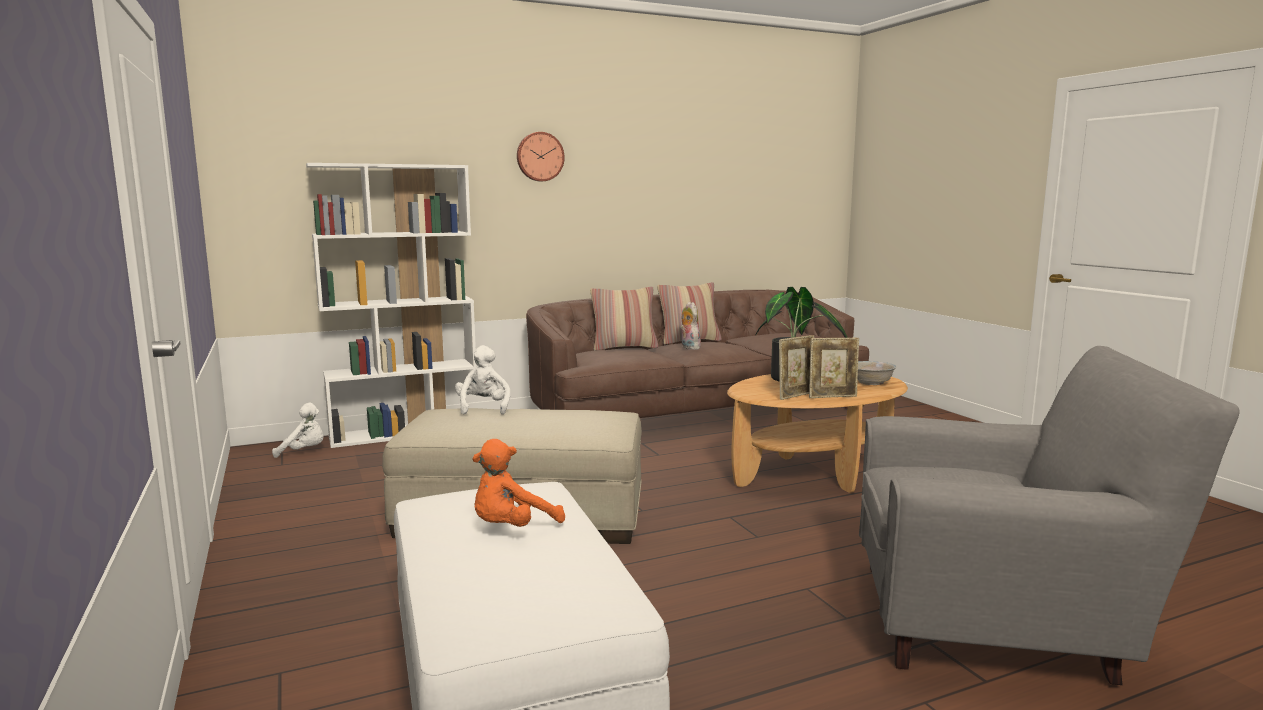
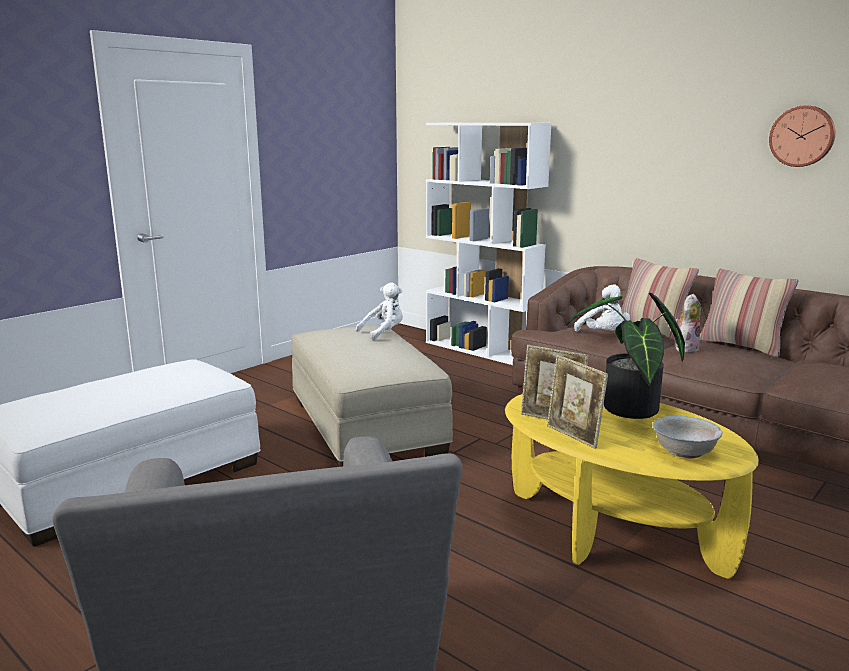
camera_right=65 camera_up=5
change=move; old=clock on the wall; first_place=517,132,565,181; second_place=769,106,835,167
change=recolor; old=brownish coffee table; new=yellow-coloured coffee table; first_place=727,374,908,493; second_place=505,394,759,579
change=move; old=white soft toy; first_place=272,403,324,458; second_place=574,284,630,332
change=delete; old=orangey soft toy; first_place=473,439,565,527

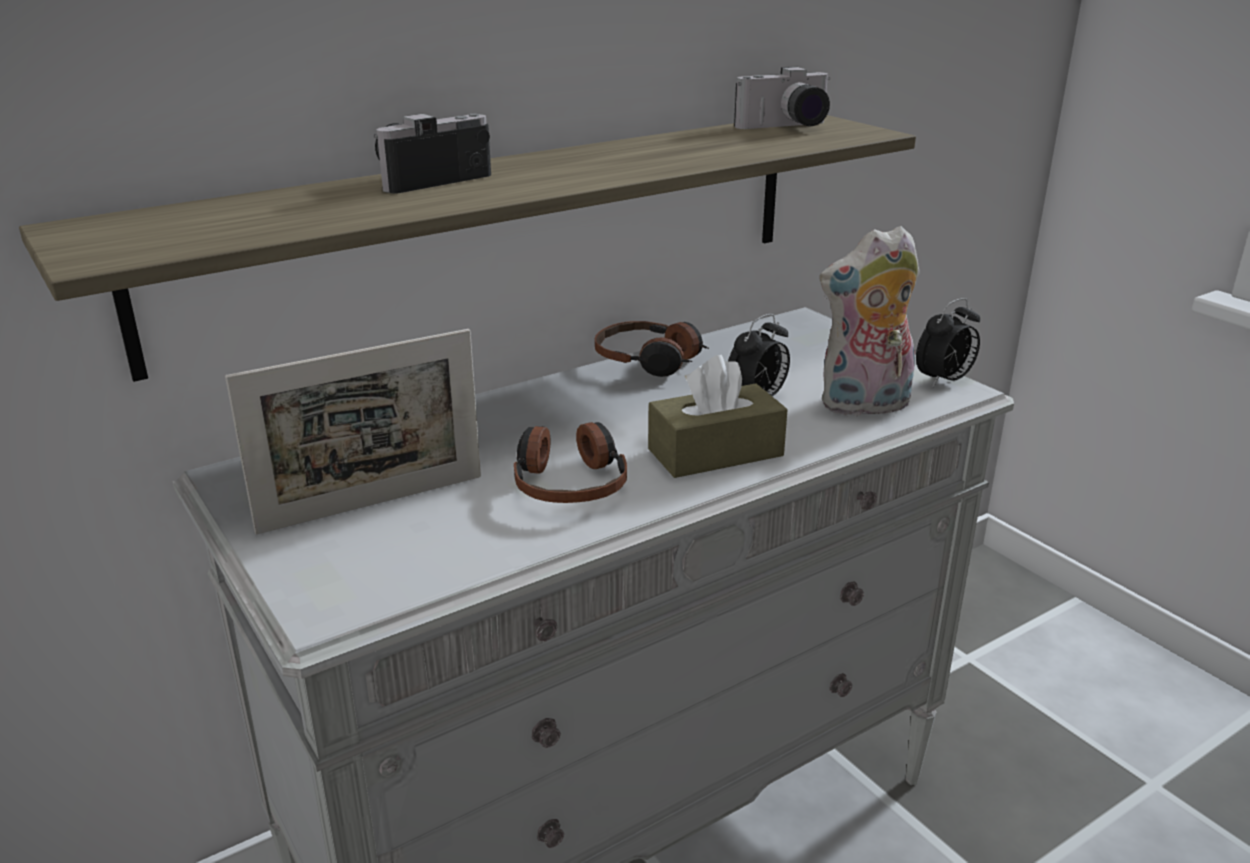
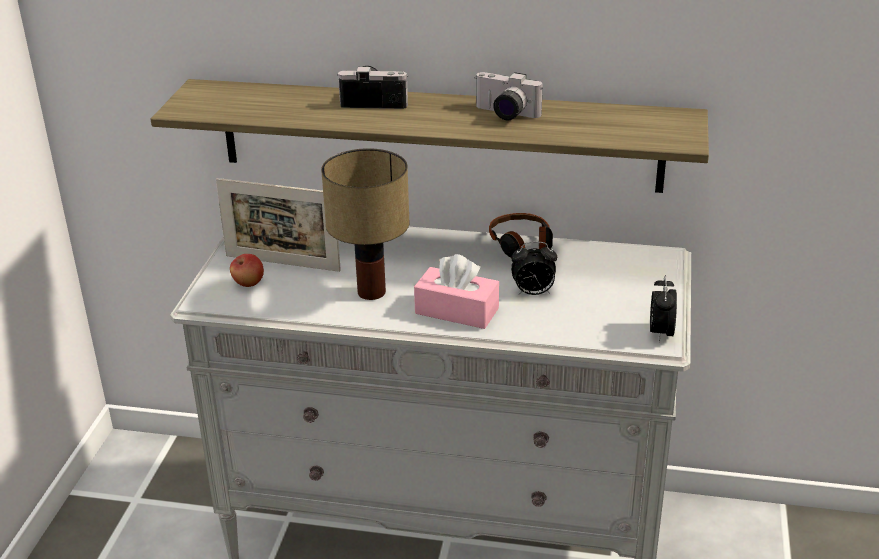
camera_right=45 camera_up=5
change=move; old=photo camera; first_place=734,67,830,129; second_place=475,72,543,120
change=delete; old=soft toy; first_place=819,226,919,417
change=rotate; old=table clock; first_place=916,298,980,388; second_place=650,275,677,342; degrees=90
change=recolor; old=brownish box of tissues; new=pink box of tissues; first_place=648,355,788,478; second_place=414,254,499,329
change=replace; old=headphones; new=tabletop lamp; first_place=514,422,627,503; second_place=321,148,410,300
change=insert; new=whole apple; second_place=230,254,264,287

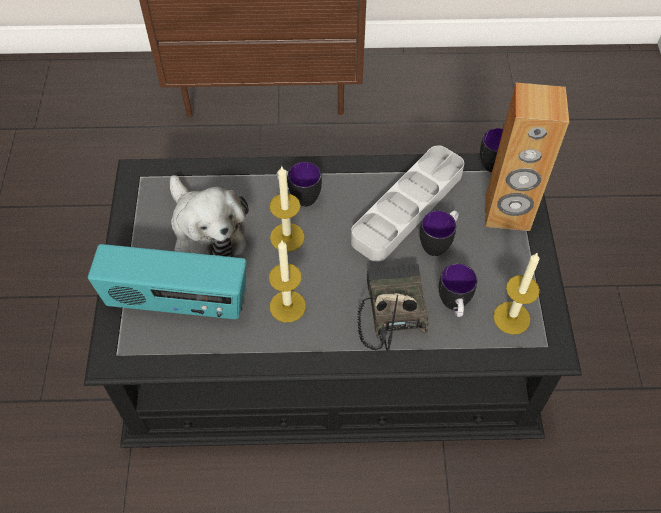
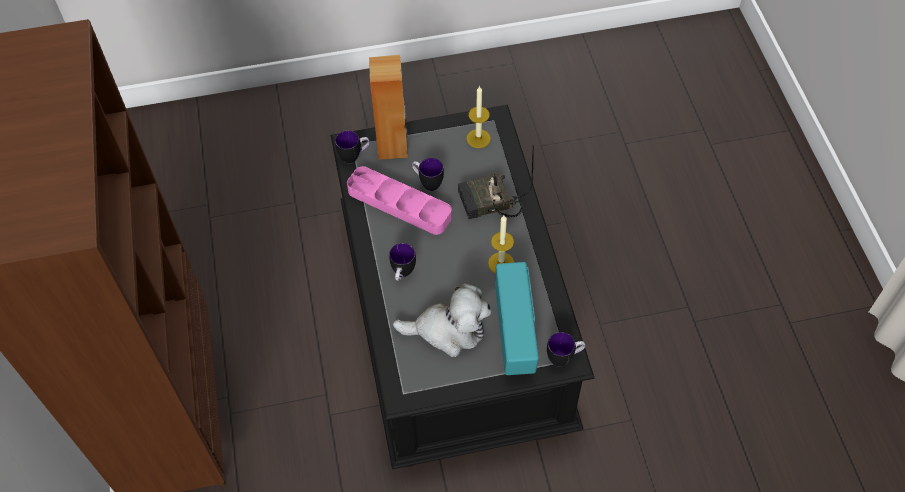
camera_right=-100 camera_up=0
change=recolor; old=gray serving tray; new=pink serving tray; first_place=351,145,464,262; second_place=347,166,452,235
change=delete; old=candle; first_place=269,167,305,252
change=rotate; old=soft toy; first_place=170,175,249,257; second_place=393,283,491,357; degrees=45
change=move; old=coffee mug; first_place=439,264,477,317; second_place=547,332,585,366

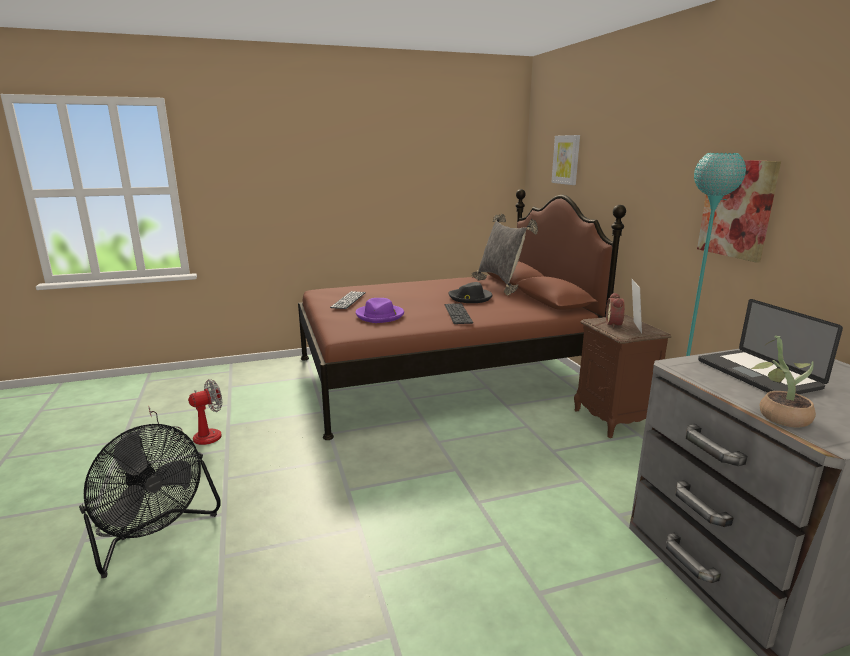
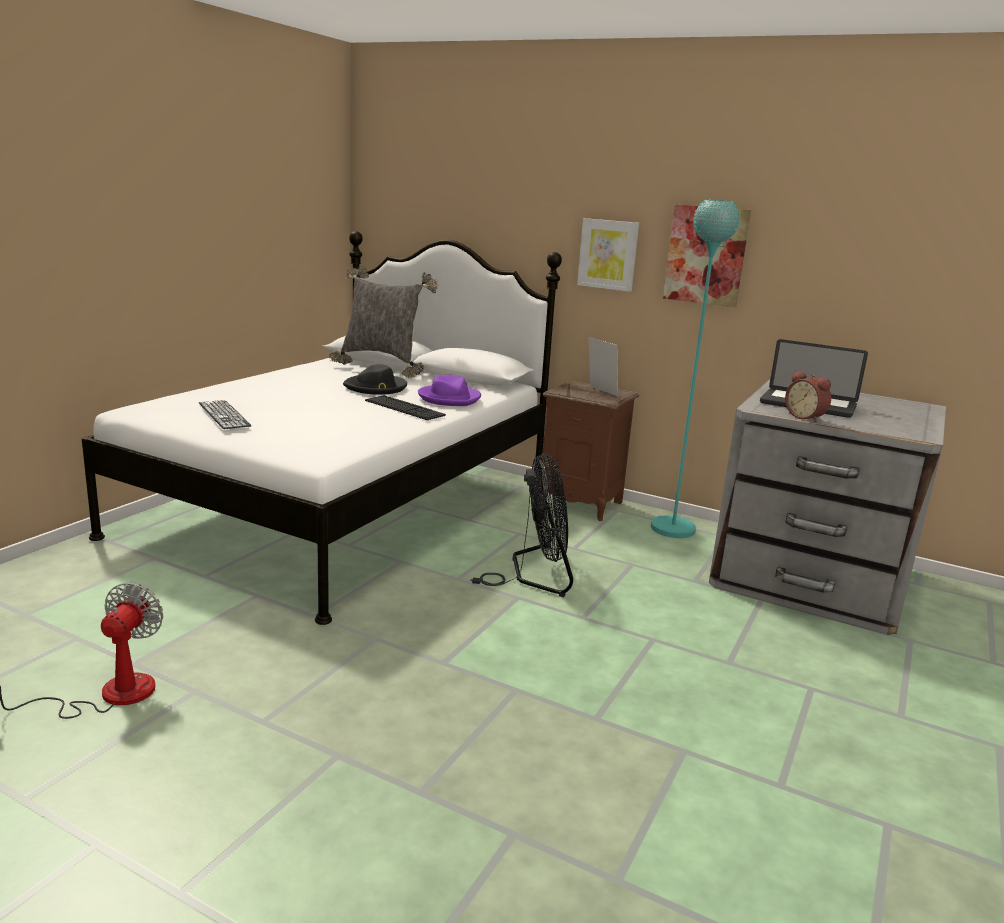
camera_right=-45 camera_up=0
change=move; old=wall art; first_place=551,135,580,185; second_place=577,218,639,292
change=recolor; old=brownish sleeping bed; new=white sleeping bed; first_place=298,189,626,440; second_place=81,231,562,625
change=move; old=table clock; first_place=606,293,625,328; second_place=785,371,831,422
change=move; old=purplish hat; first_place=356,298,404,323; second_place=418,375,481,406
change=delete; old=plant in a pot; first_place=751,335,816,427
change=move; old=black cooling fan; first_place=79,424,221,578; second_place=470,453,573,598

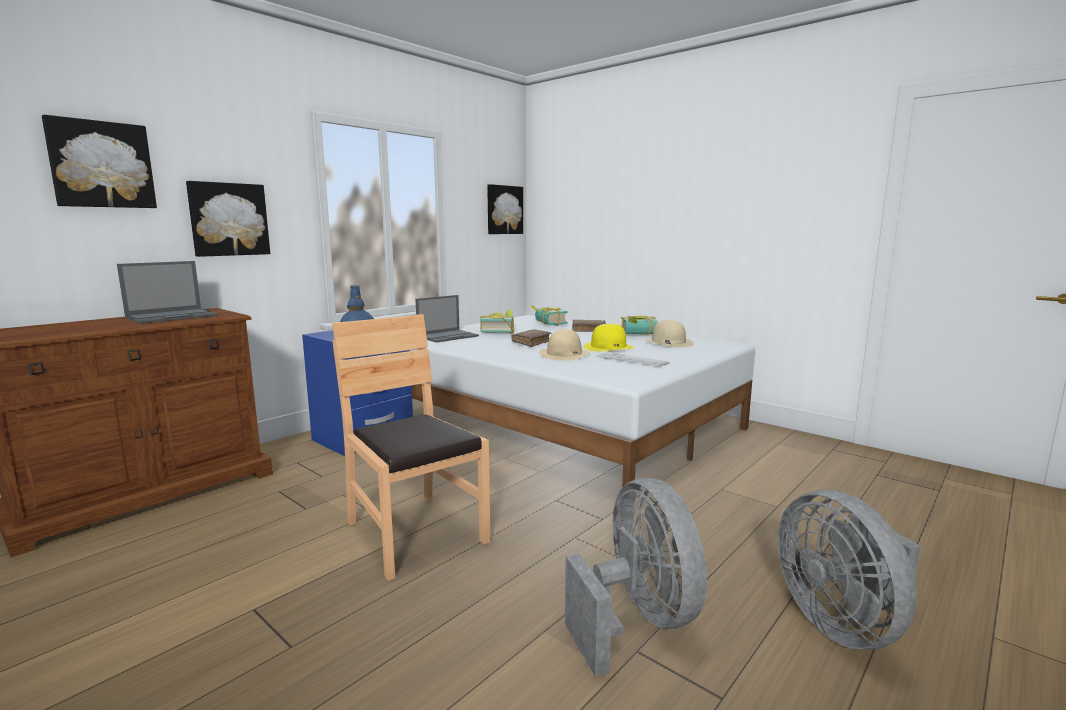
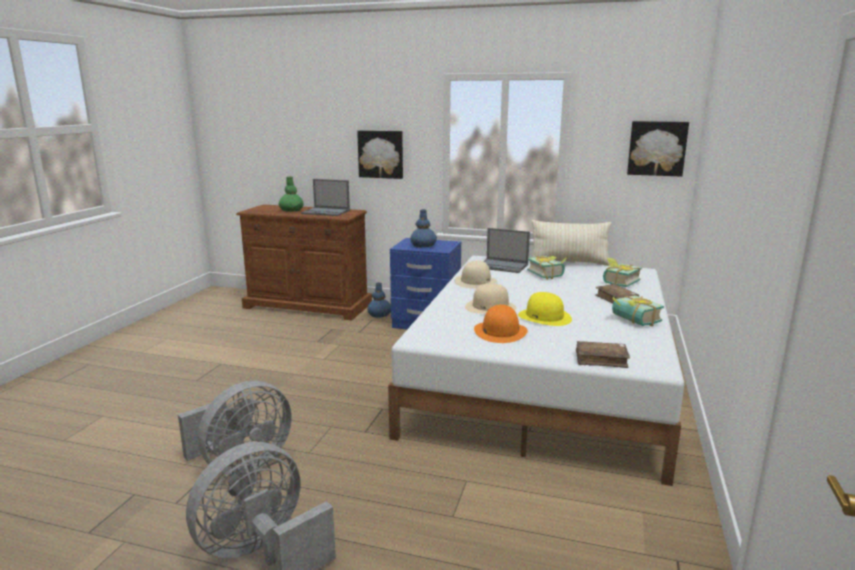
camera_right=65 camera_up=5
change=delete; old=wall art; first_place=42,115,157,208
change=delete; old=brownish chair; first_place=332,314,491,581
change=move; old=beige-coloured hat; first_place=645,320,694,348; second_place=455,261,497,288
change=move; old=brownish book; first_place=511,329,552,347; second_place=576,341,630,368
change=replace; old=computer keyboard; new=orangey hat; first_place=596,352,670,367; second_place=474,304,528,343
change=insert; new=greenish flower vase; second_place=278,177,304,212
change=insert; new=beige-coloured throw pillow; second_place=532,220,612,266
change=insert; new=bluish flower vase; second_place=367,283,391,318

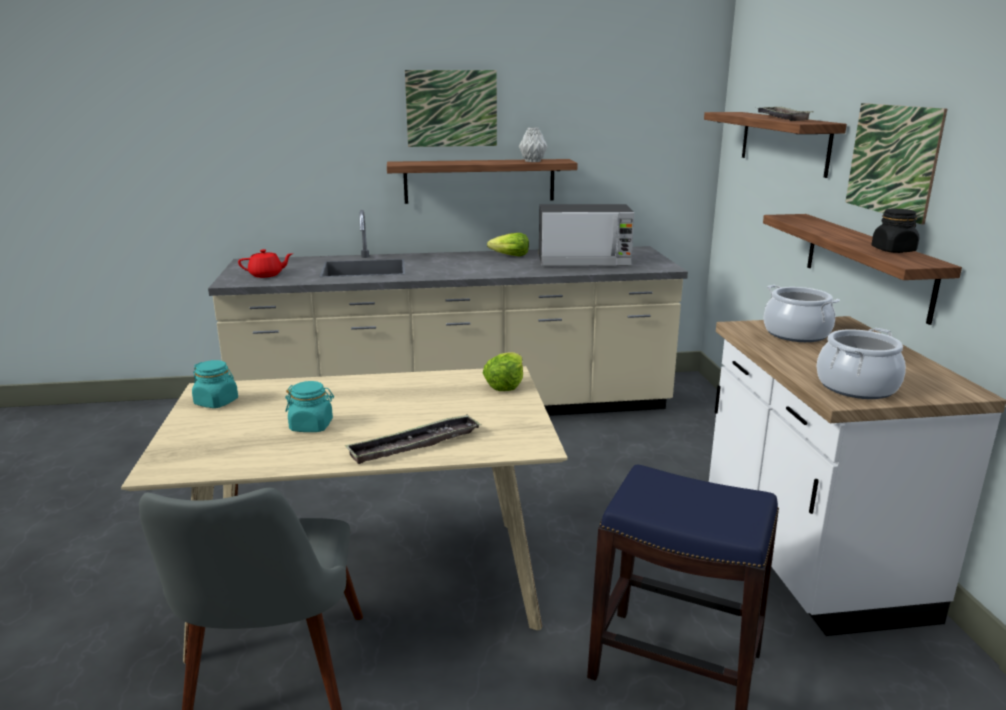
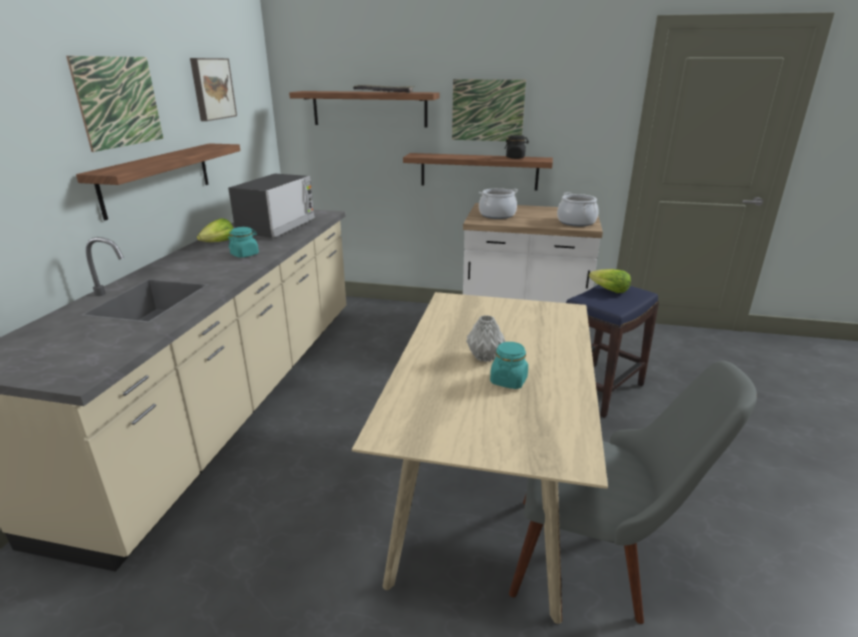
camera_right=-70 camera_up=5
change=move; old=gray flower vase; first_place=519,127,548,162; second_place=466,315,506,362
change=delete; old=red teapot; first_place=238,249,293,278
change=move; old=head of lettuce; first_place=483,352,523,391; second_place=589,269,631,293
change=move; old=blue-green jar; first_place=192,360,238,408; second_place=228,227,259,258
change=delete; old=serving tray; first_place=345,414,482,464
change=insert; new=wall art; second_place=190,58,237,121

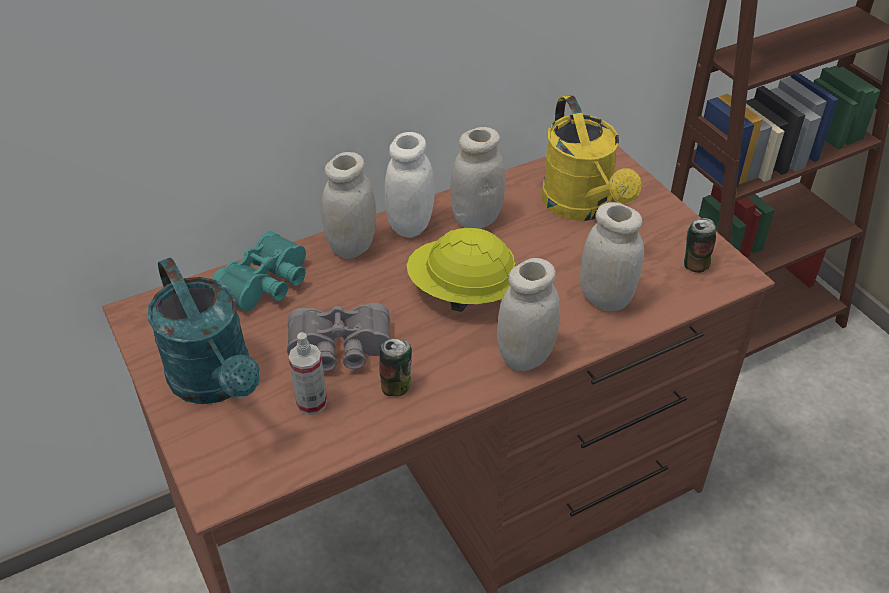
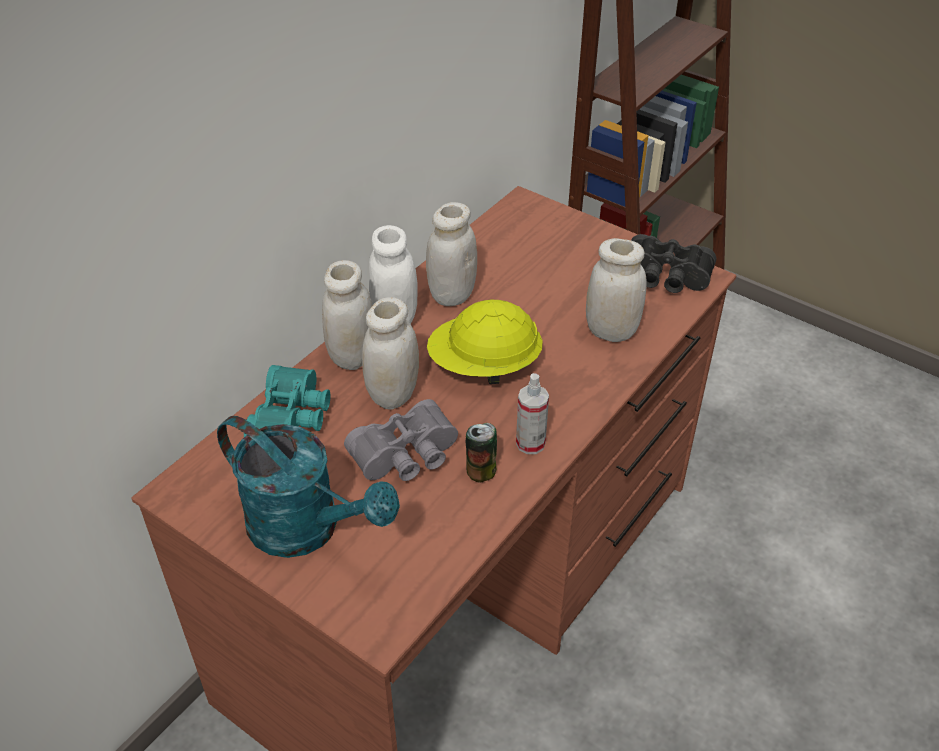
camera_right=-25 camera_up=0
change=delete; old=yellow-coloured watering pot; first_place=542,95,642,221
change=replace; old=metal can; new=black binoculars; first_place=684,218,716,273; second_place=631,234,716,293
change=move; old=white jar; first_place=497,258,560,371; second_place=362,297,419,410
change=move; old=sprayer; first_place=288,332,327,415; second_place=516,373,549,454

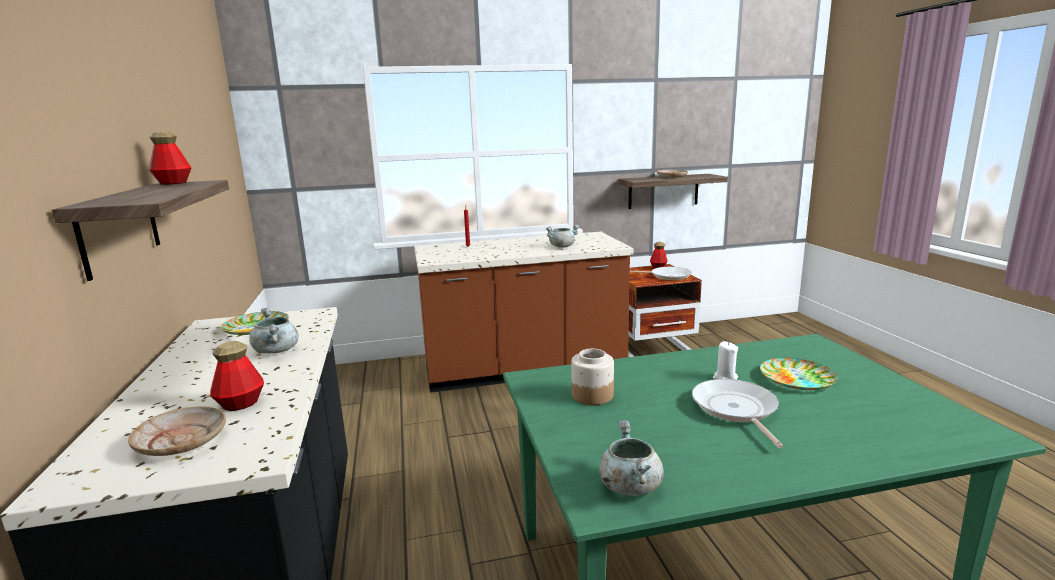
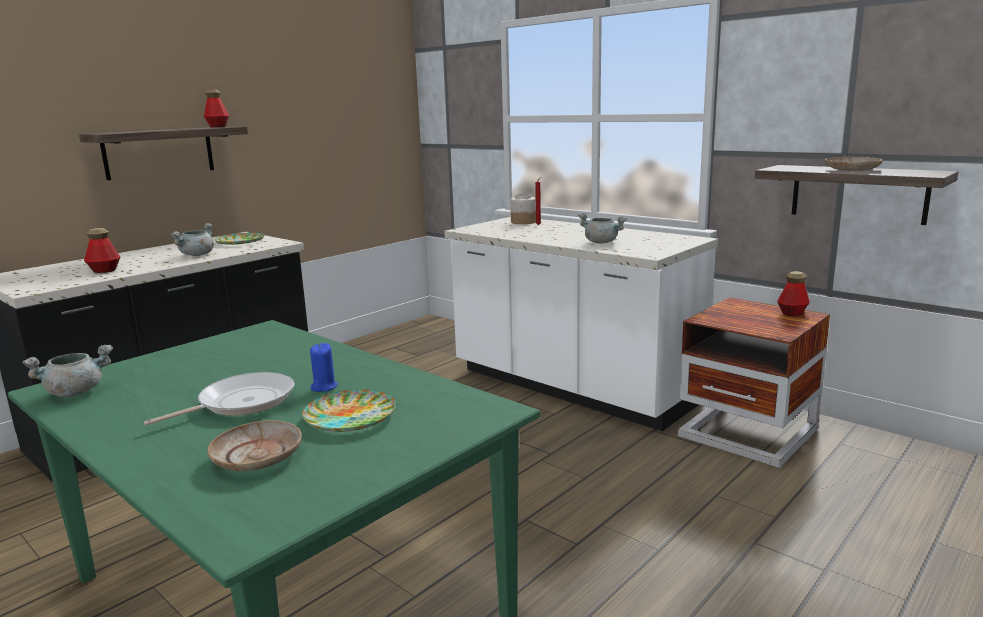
camera_right=55 camera_up=0
change=recolor; old=brownish counter; new=white counter; first_place=414,232,633,393; second_place=444,217,718,431
change=delete; old=frying pan; first_place=630,267,692,281
change=recolor; old=white candle; new=bluish candle; first_place=713,341,738,380; second_place=310,343,338,392
change=move; old=jar; first_place=571,349,614,405; second_place=510,194,536,224
change=move; old=beige-coloured flat dish; first_place=128,406,226,456; second_place=207,420,302,471

